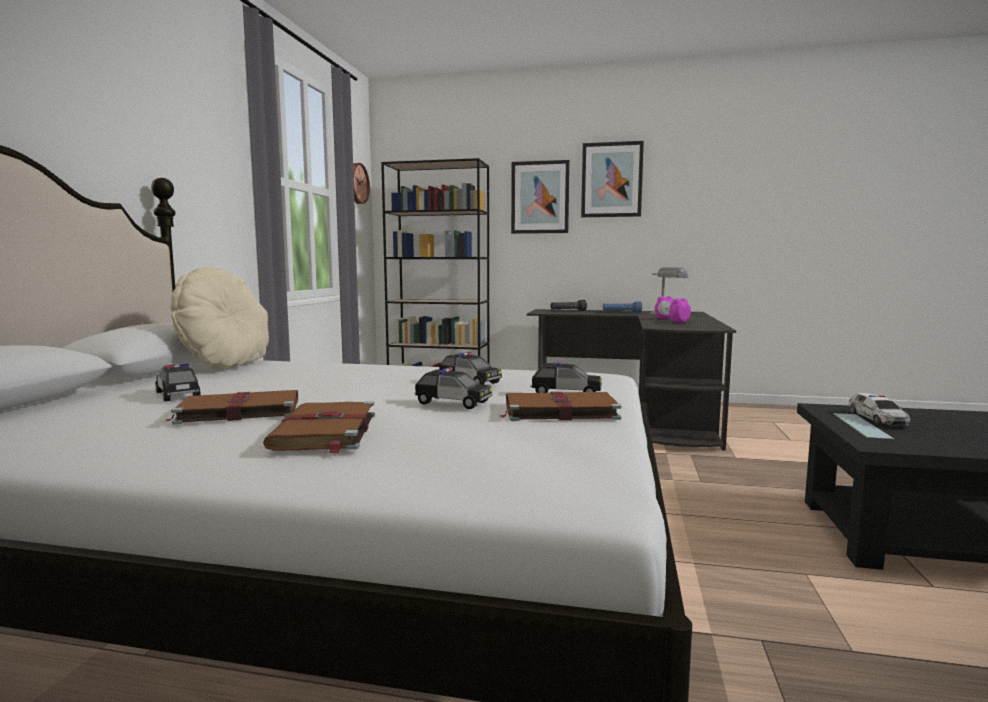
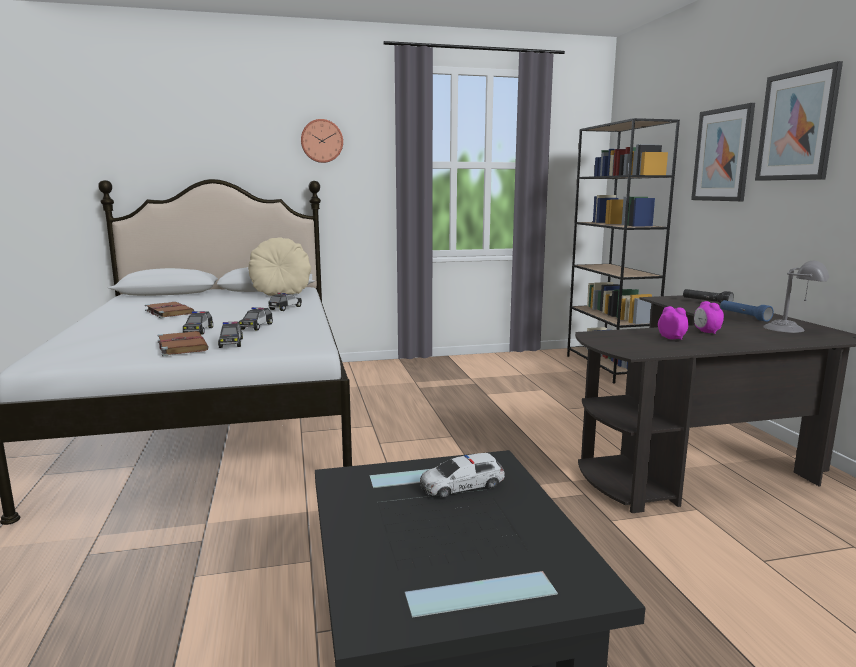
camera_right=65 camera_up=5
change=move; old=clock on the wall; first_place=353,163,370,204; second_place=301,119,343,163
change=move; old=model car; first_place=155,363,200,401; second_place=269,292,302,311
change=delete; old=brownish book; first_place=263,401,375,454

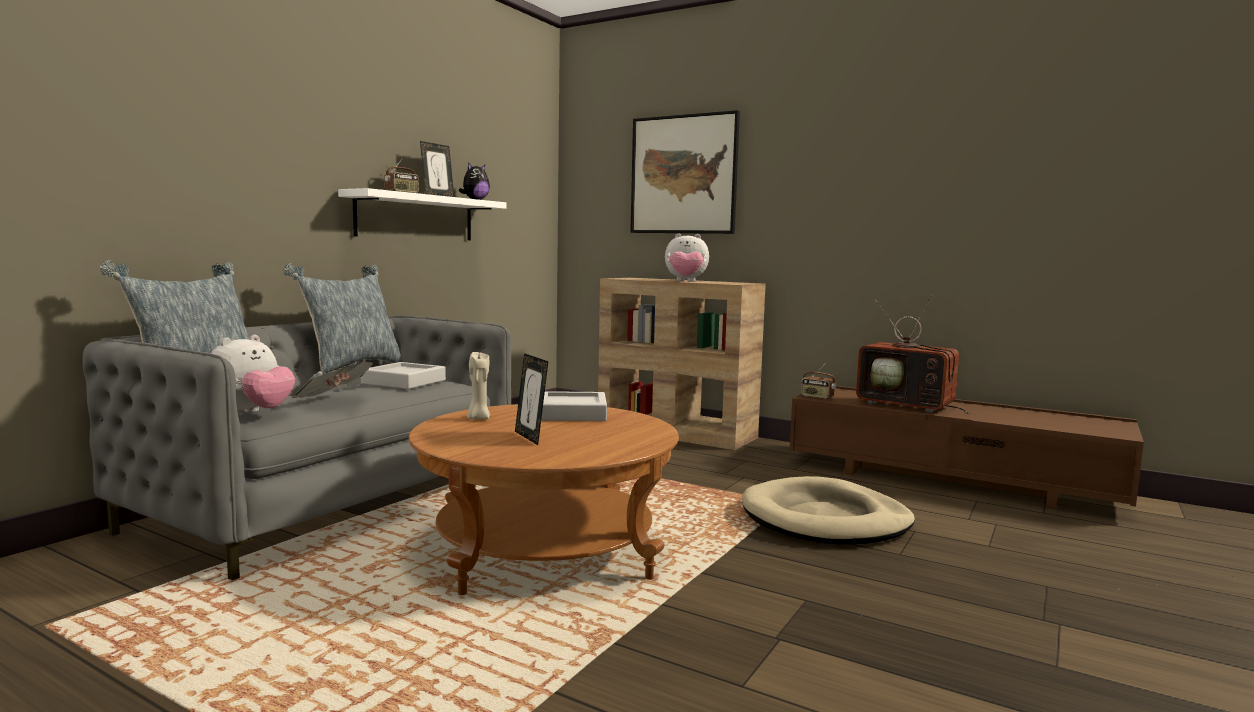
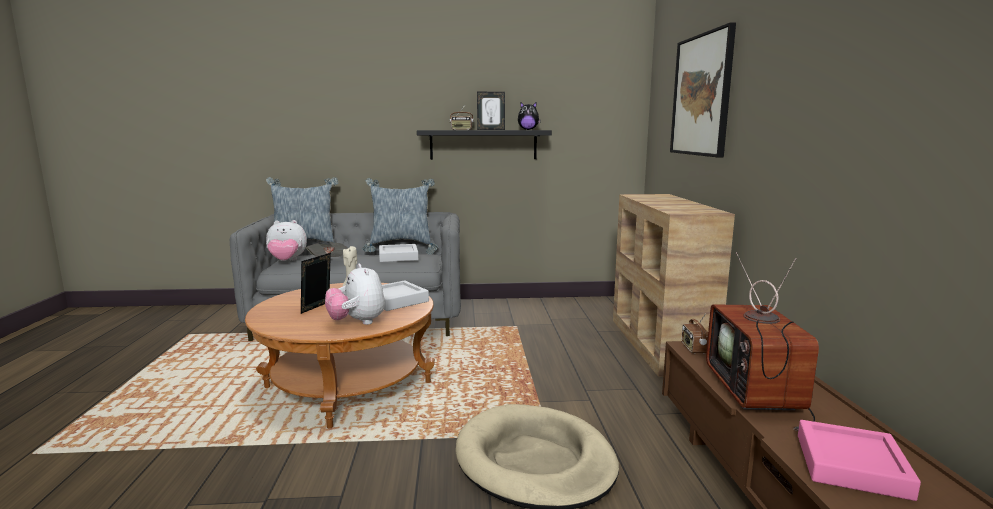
camera_right=55 camera_up=5
change=recolor; old=white bracket shelf; new=black bracket shelf; first_place=338,188,506,240; second_place=417,130,552,160
change=move; old=soft toy; first_place=665,233,709,281; second_place=325,264,385,325
change=insert; new=pink serving tray; second_place=798,420,921,501

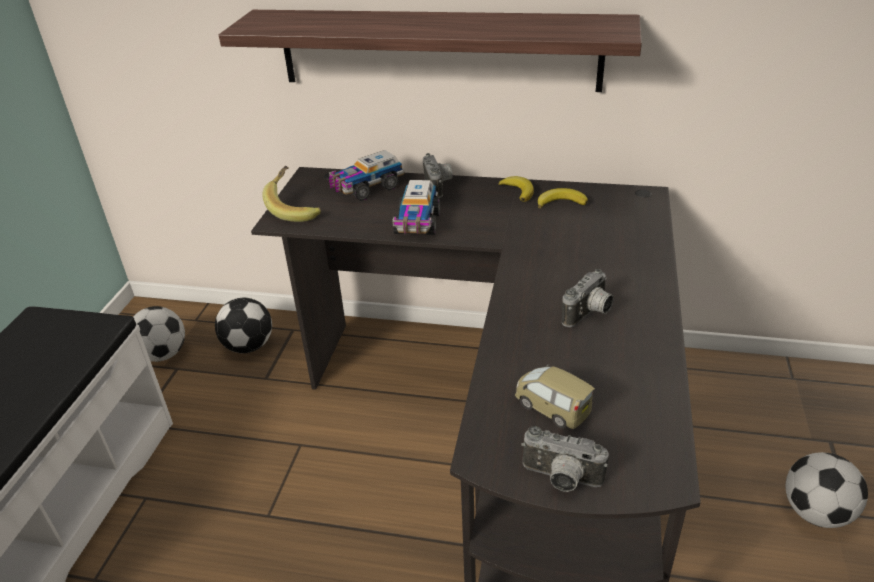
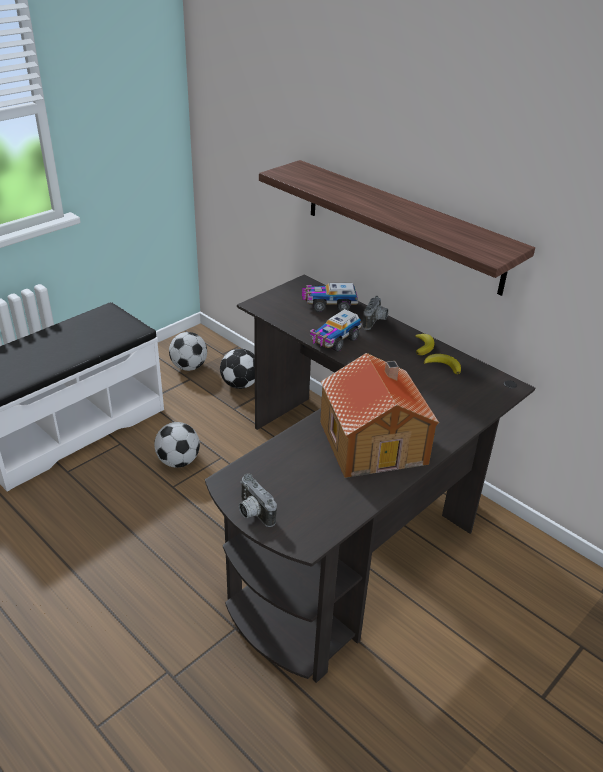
camera_right=30 camera_up=0
change=delete; old=whole banana; first_place=262,166,321,222
change=replace; old=photo camera; new=miniature house; first_place=562,269,614,327; second_place=320,353,439,478
change=delete; old=model car; first_place=515,364,595,429
change=move; old=ball for football; first_place=785,452,868,528; second_place=154,422,200,468

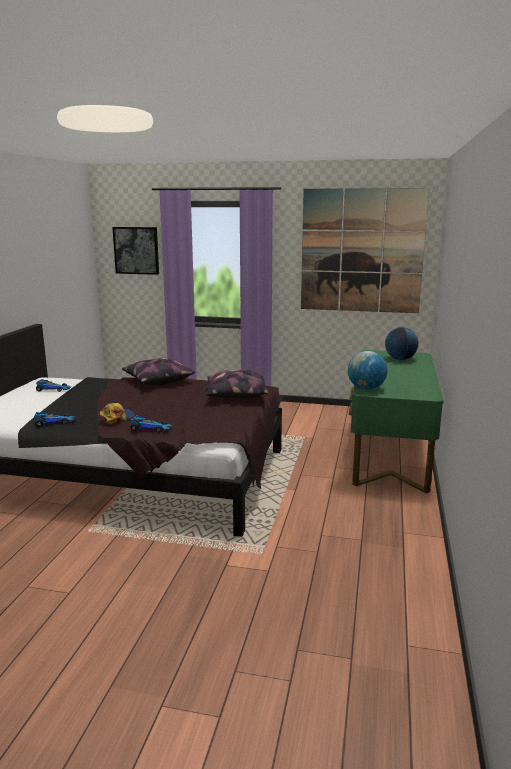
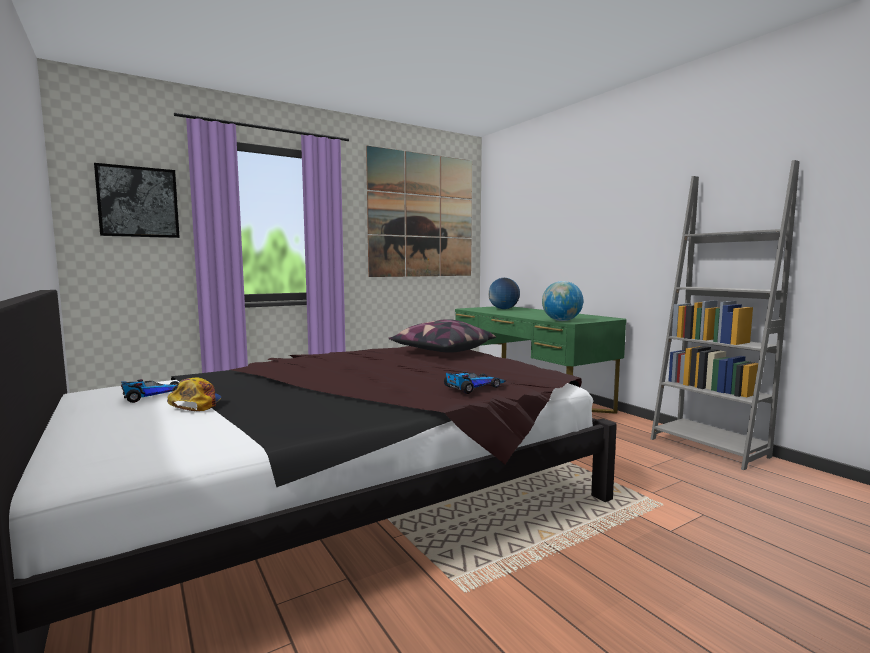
camera_right=-45 camera_up=-10
change=delete; old=throw pillow; first_place=122,358,195,385
change=move; old=cap; first_place=100,403,135,424; second_place=167,377,222,411
change=delete; old=model car; first_place=34,412,76,427
change=insert; new=gray shelving unit; second_place=651,160,800,470

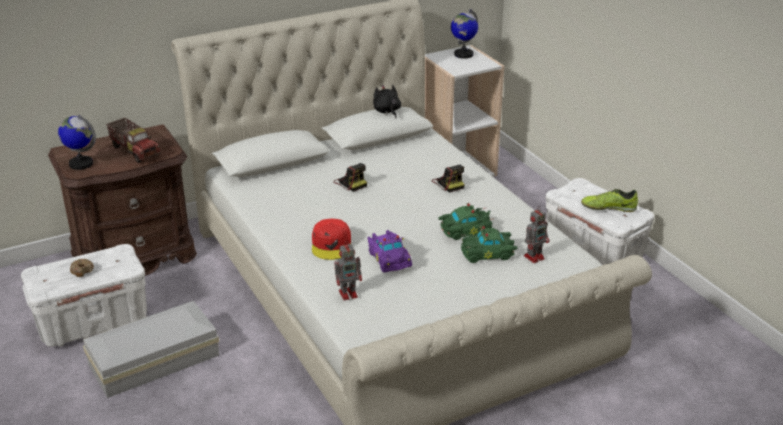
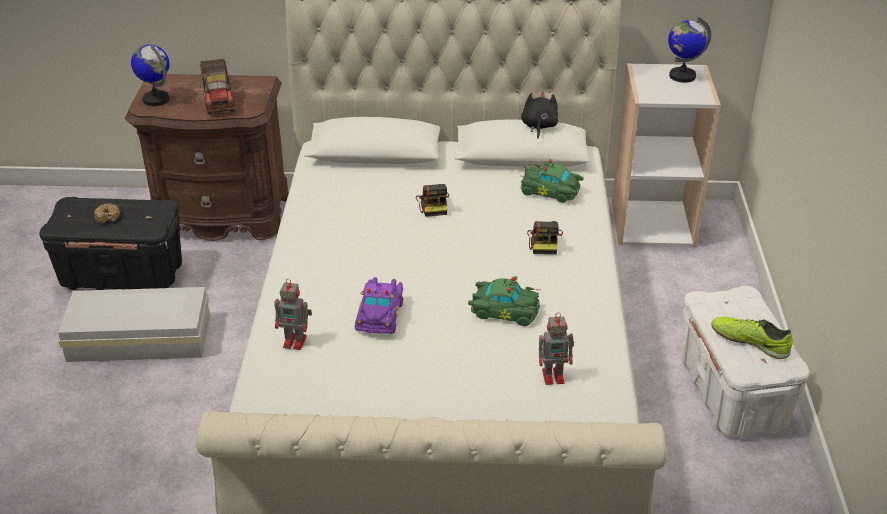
camera_right=30 camera_up=5
change=delete; old=red cap; first_place=312,219,351,260
change=move; old=greenish model car; first_place=461,226,517,263; second_place=520,159,584,203
change=recolor; old=white storage container; new=black storage container; first_place=21,244,147,347; second_place=39,197,182,290

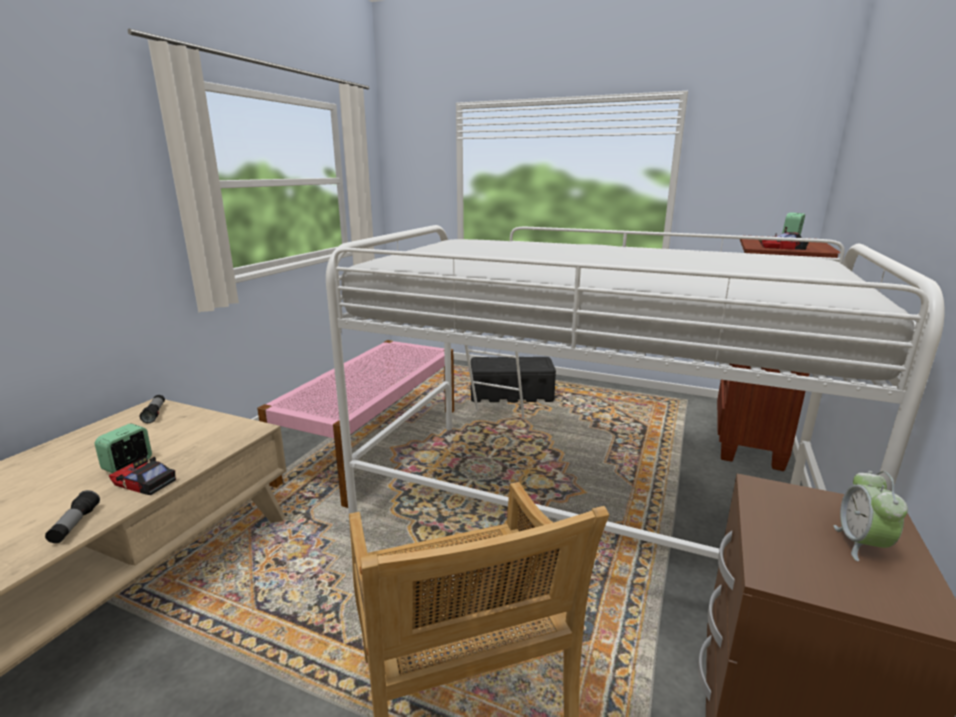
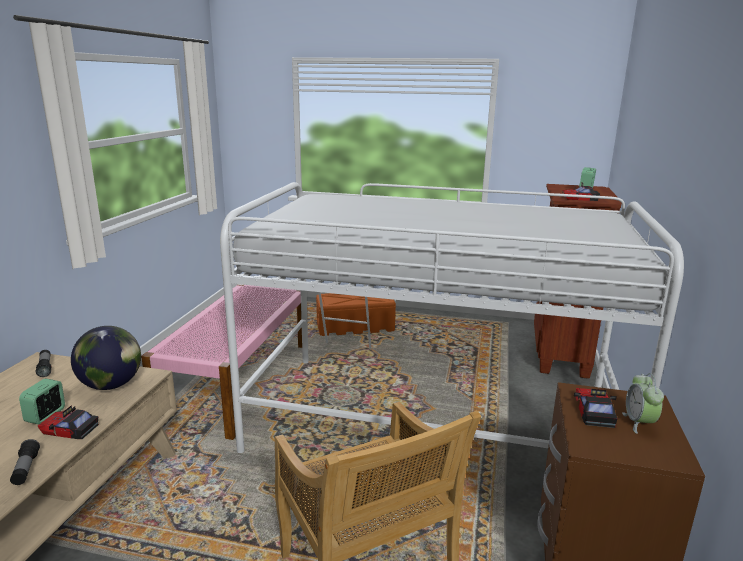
camera_right=-10 camera_up=0
change=recolor; old=black storage container; new=orangey storage container; first_place=471,357,556,402; second_place=316,293,396,336
change=insert; new=desk globe; second_place=71,326,141,390
change=insert; new=model car; second_place=574,388,618,428

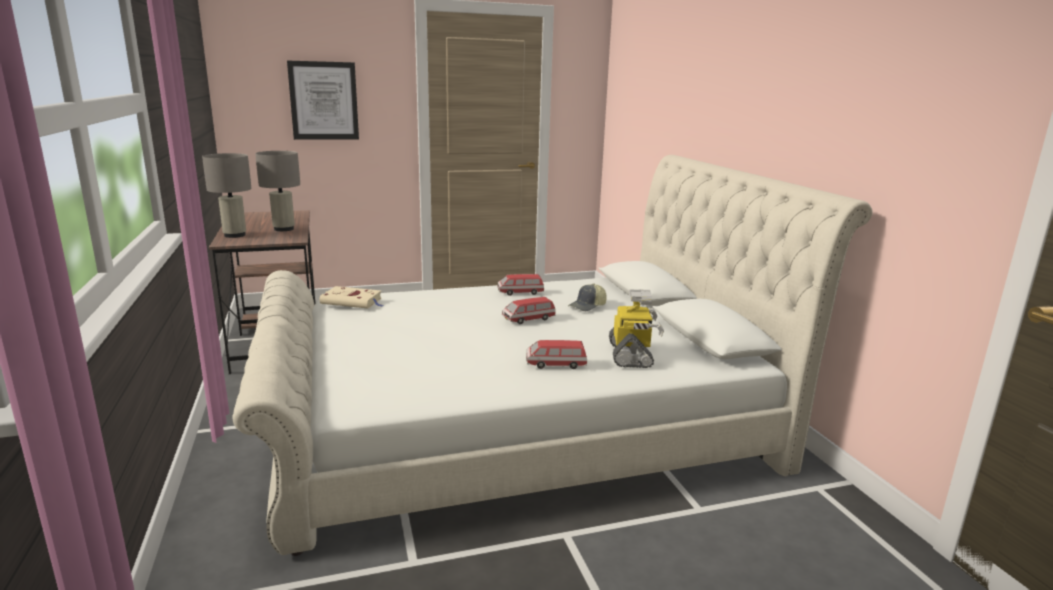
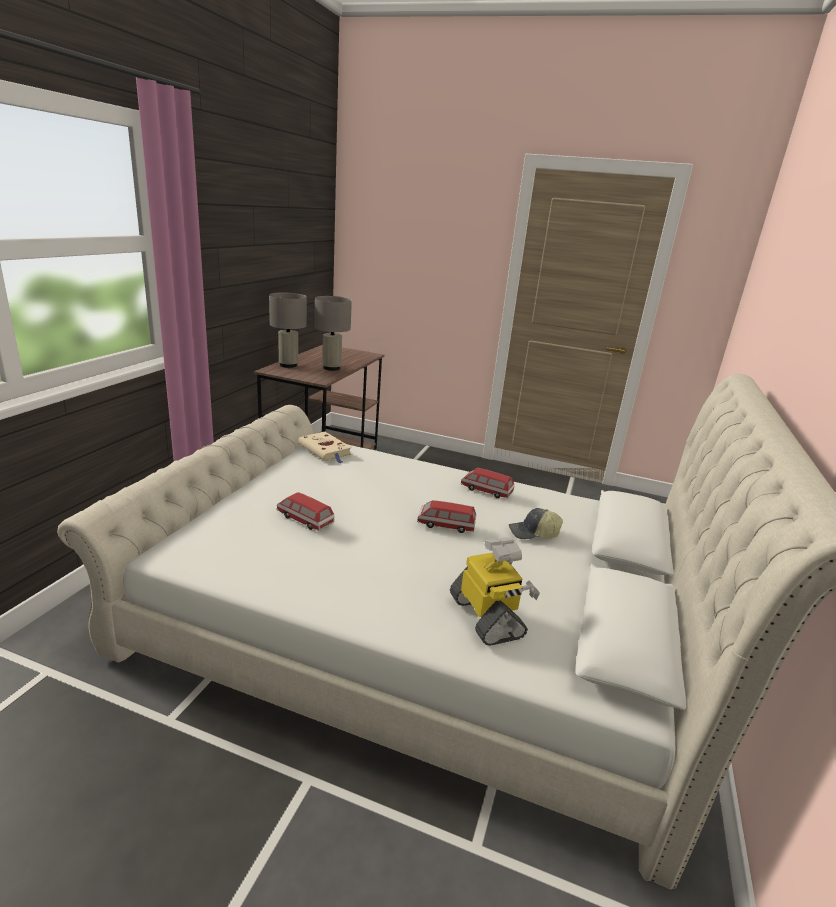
camera_right=35 camera_up=5
change=delete; old=wall art; first_place=287,61,359,140
change=rotate; old=robot figure; first_place=609,290,664,368; second_place=450,537,540,646; degrees=-60
change=move; old=model car; first_place=526,340,587,369; second_place=276,492,334,531

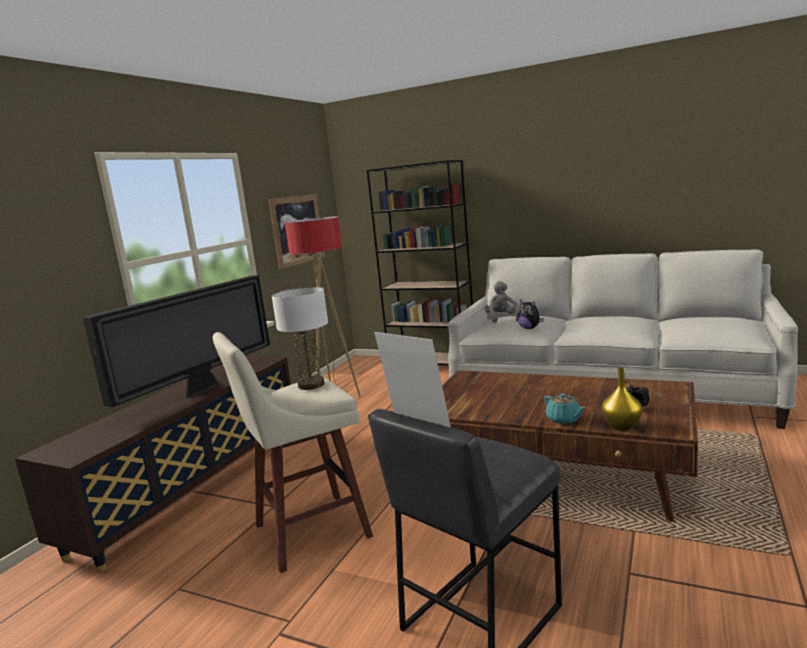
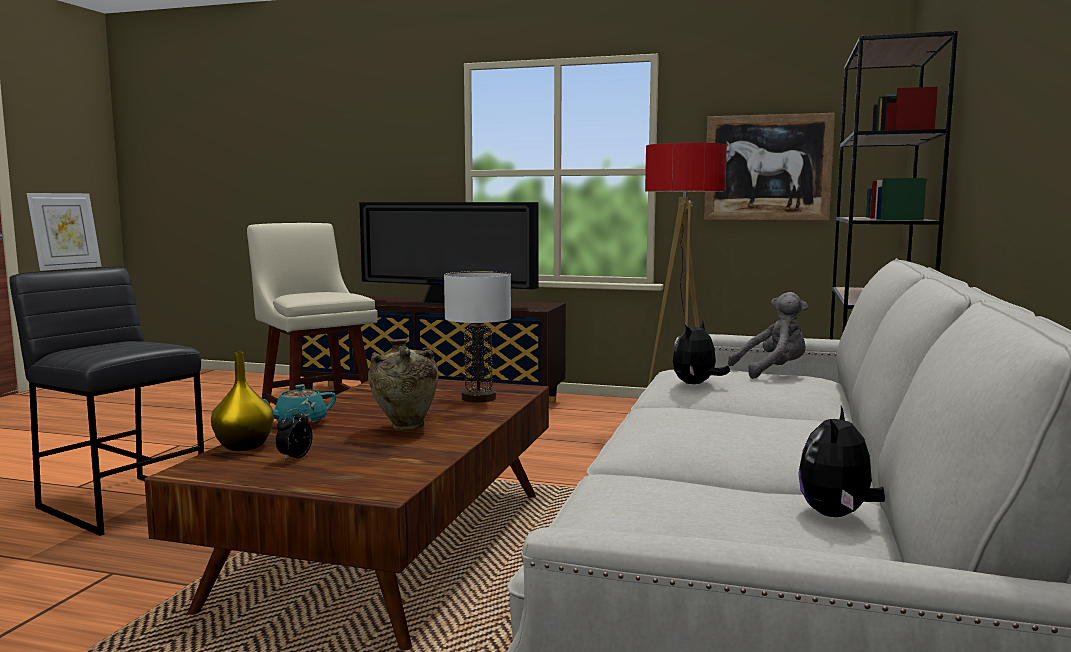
camera_right=80 camera_up=-5
change=move; old=tabletop lamp; first_place=272,287,328,390; second_place=444,271,511,403
change=insert; new=beige-coloured flower vase; second_place=368,339,438,431
change=insert; new=soft toy; second_place=798,406,885,517

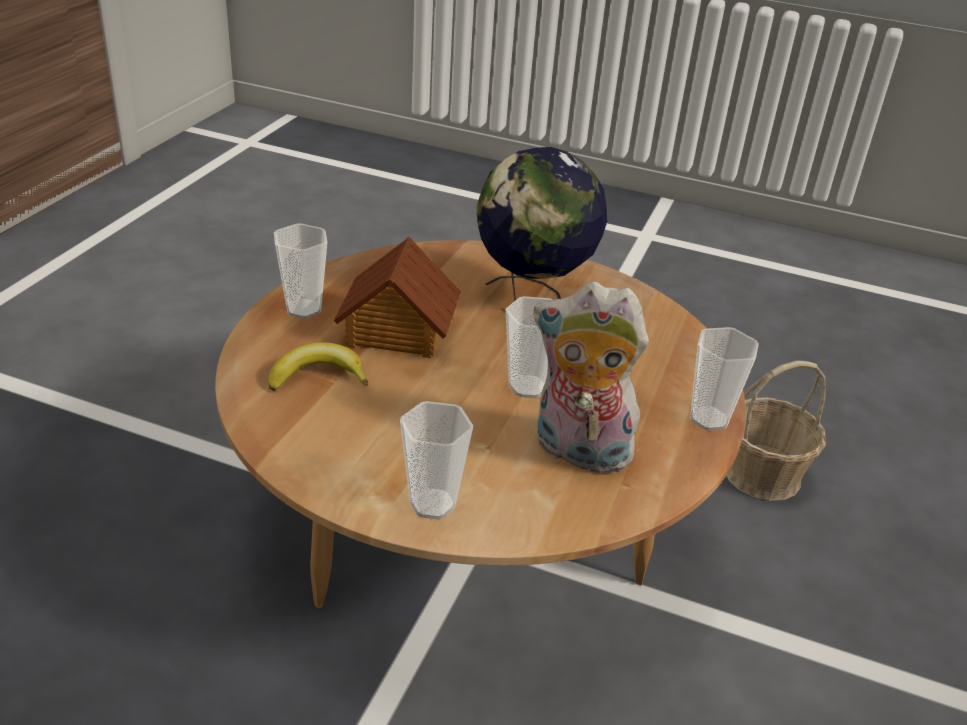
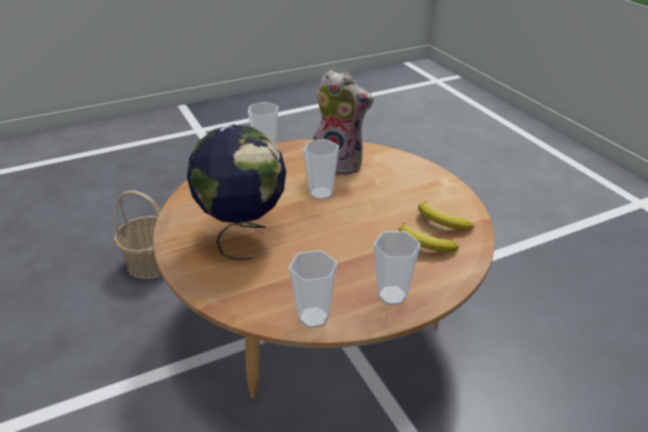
camera_right=-135 camera_up=0
change=delete; old=miniature house; first_place=334,236,461,358
change=rotate; old=soft toy; first_place=533,282,649,477; second_place=313,70,374,176; degrees=-45
change=move; old=cup; first_place=400,401,473,520; second_place=289,250,337,329
change=insert; new=whole banana; second_place=418,201,474,231

